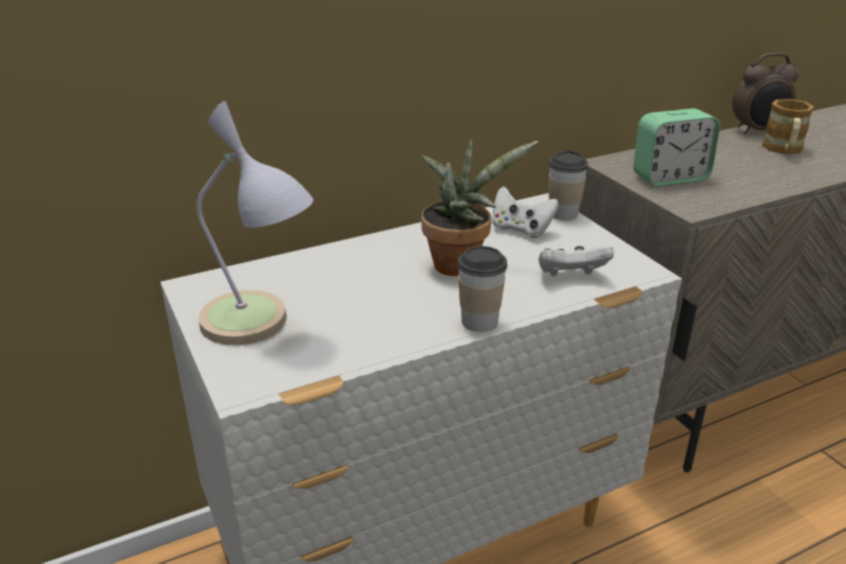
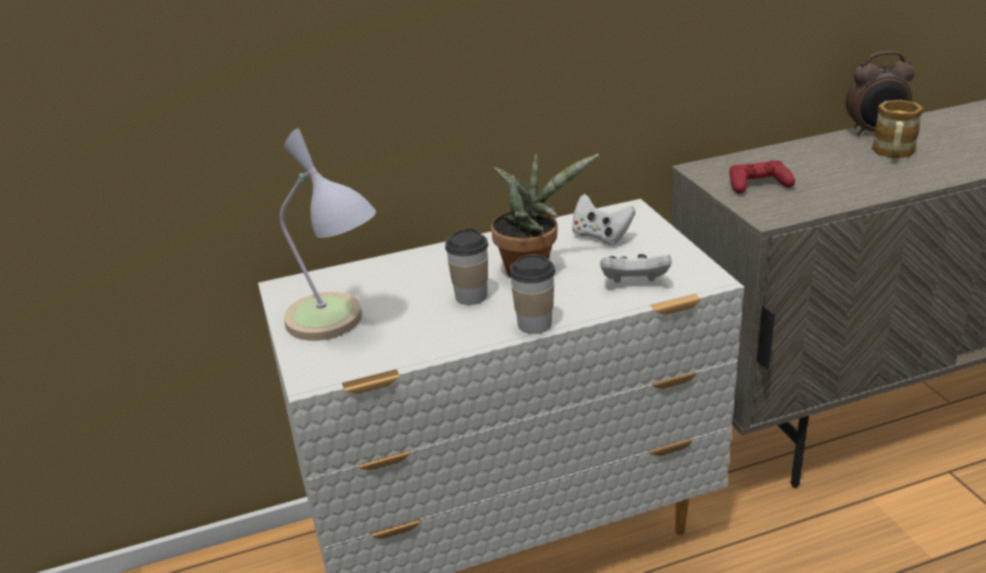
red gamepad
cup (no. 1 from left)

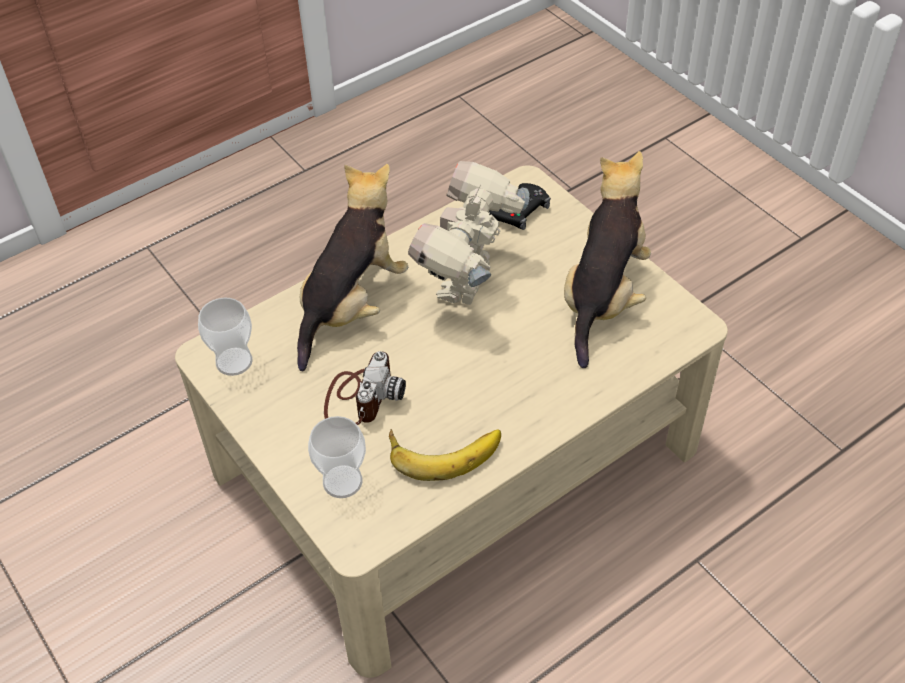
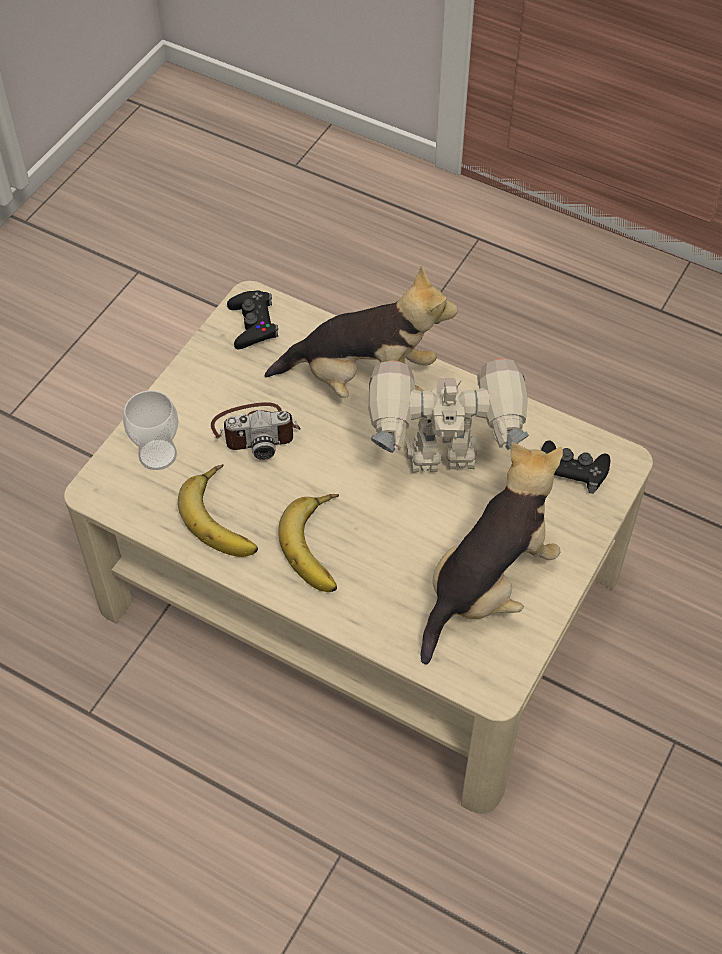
cuddly toy (no. 2 from left)
black-coloured gamepad (no. 1 from left)
banana fruit (no. 2 from left)

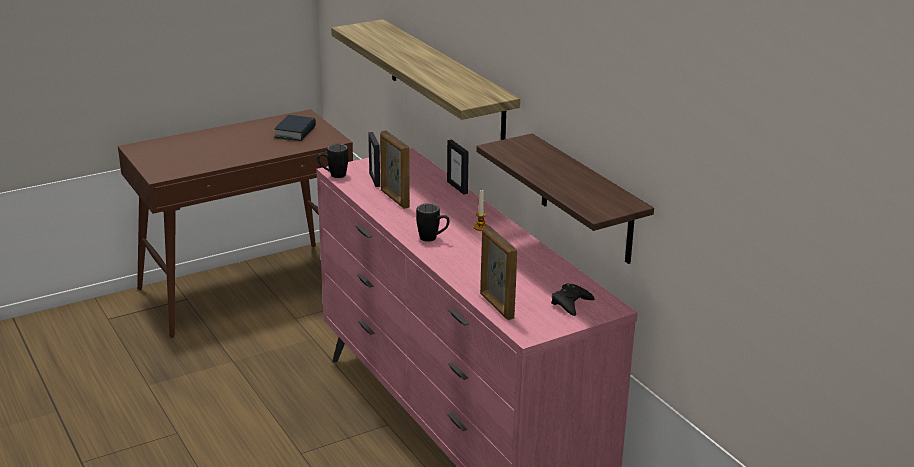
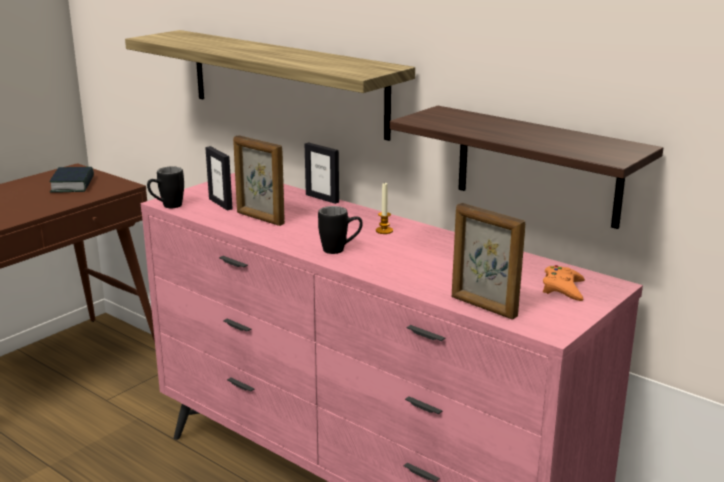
orange gamepad

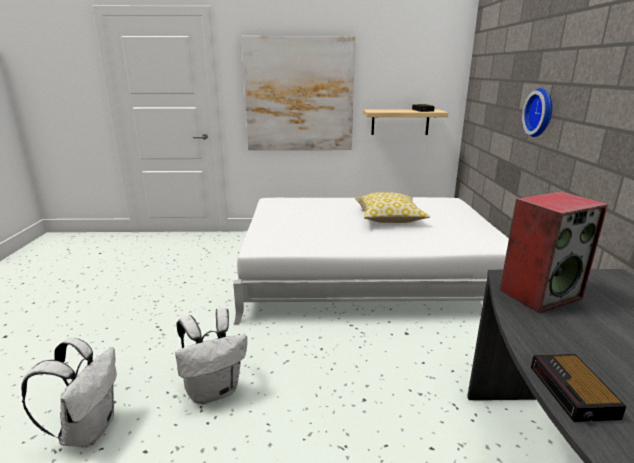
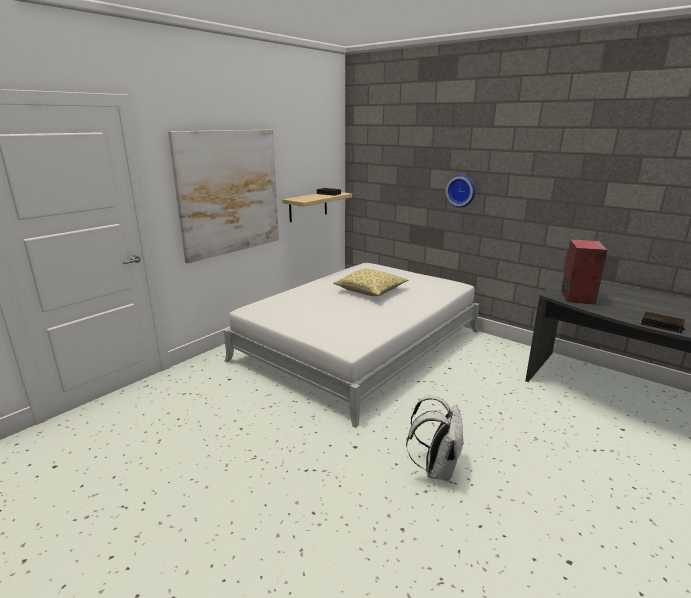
white-coloured knapsack (no. 1 from left in the first image)

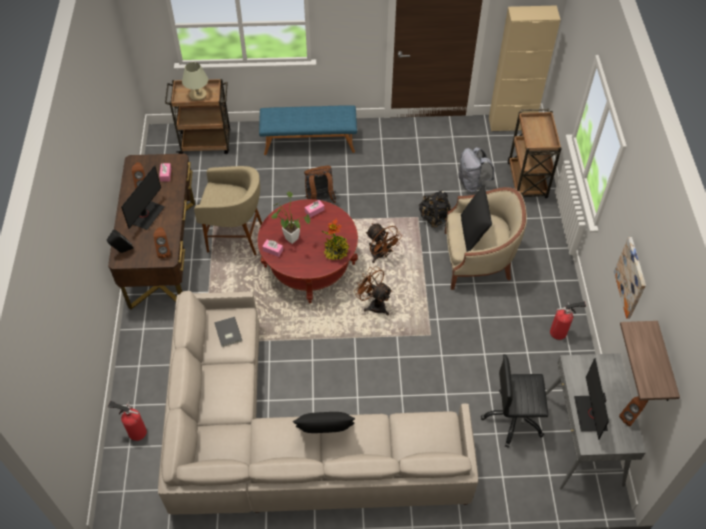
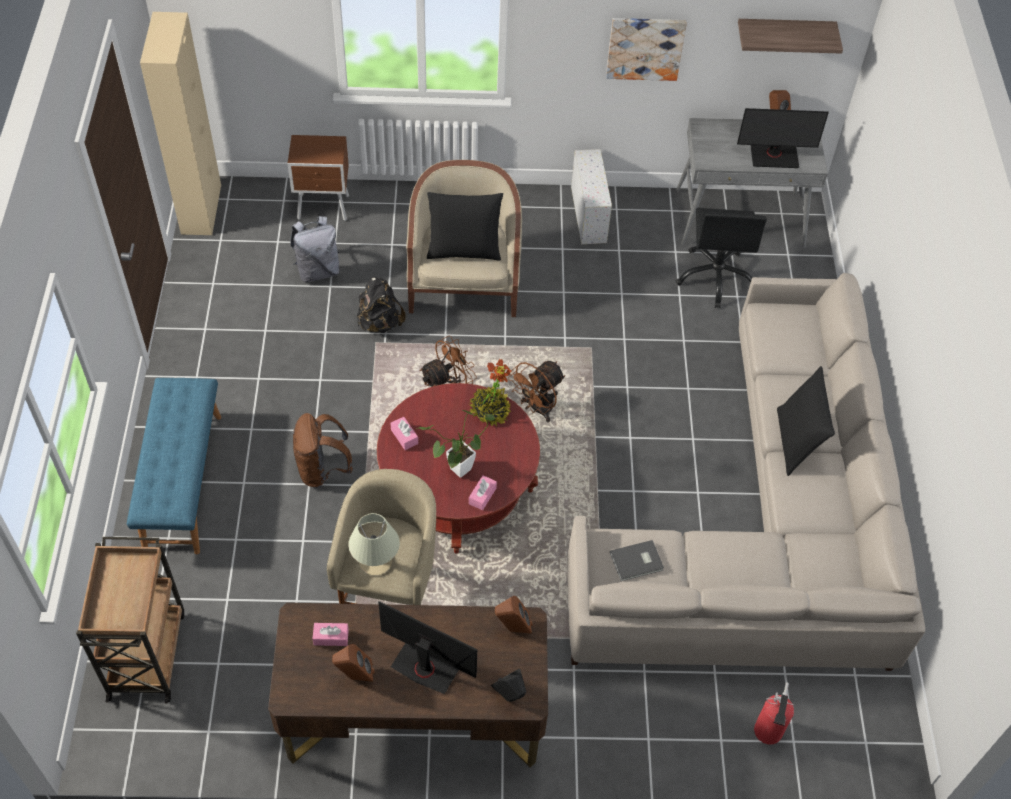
beige tabletop lamp
brownish bedside table
white-coloured storage box

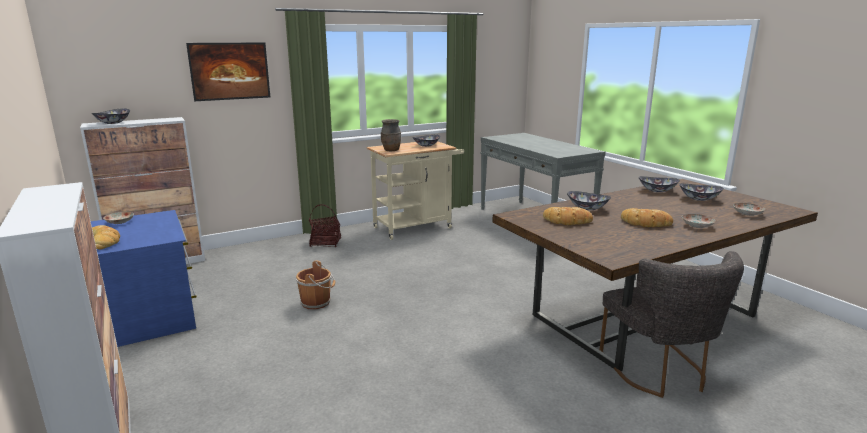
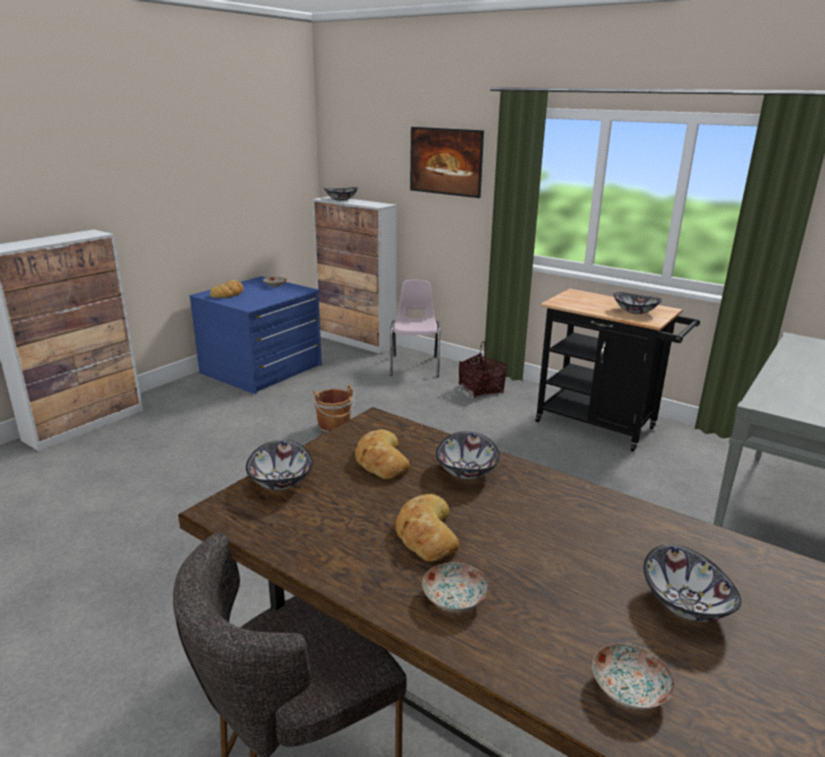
brownish flower vase
black-coloured cart
deep dish (no. 1 from left)
pink upright chair

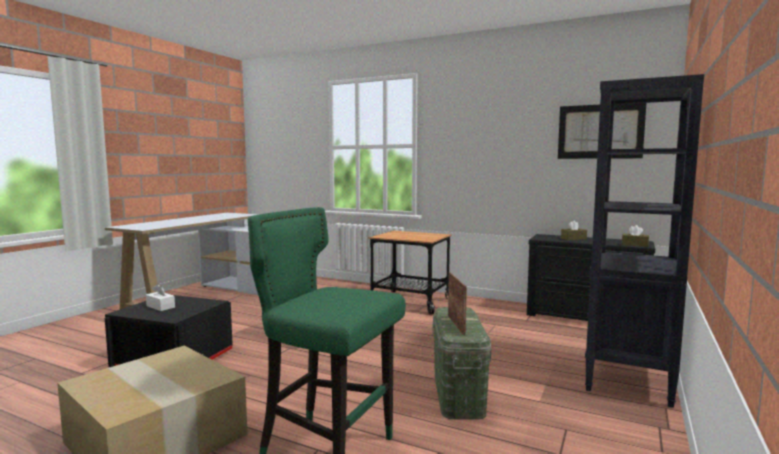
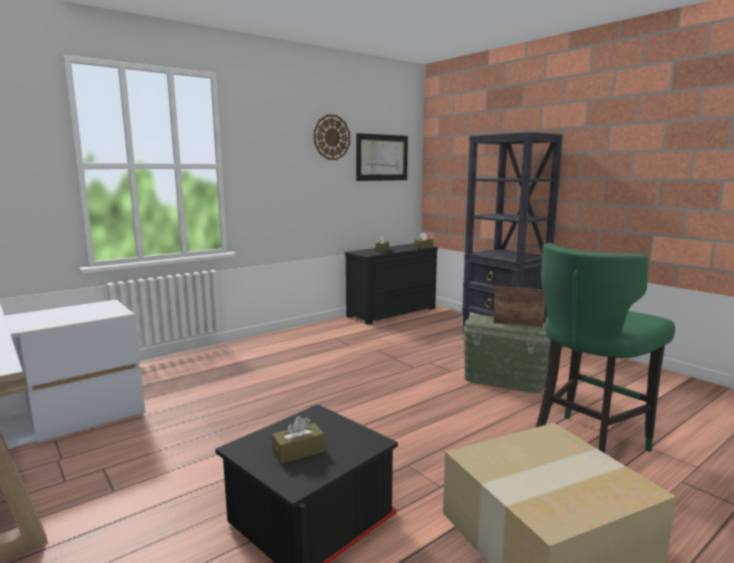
cart
brownish tissue holder (no. 1 from left)
clock on the wall

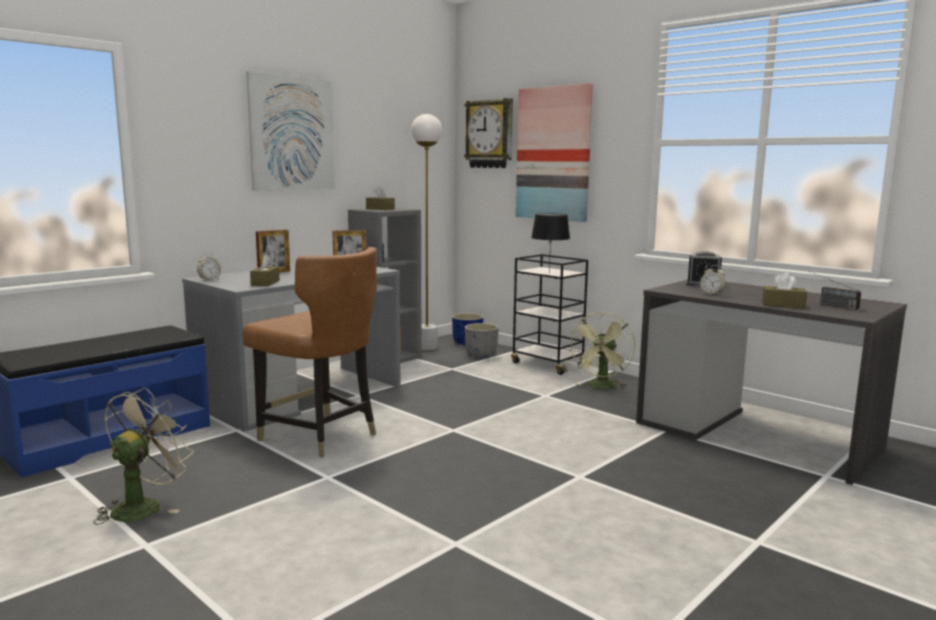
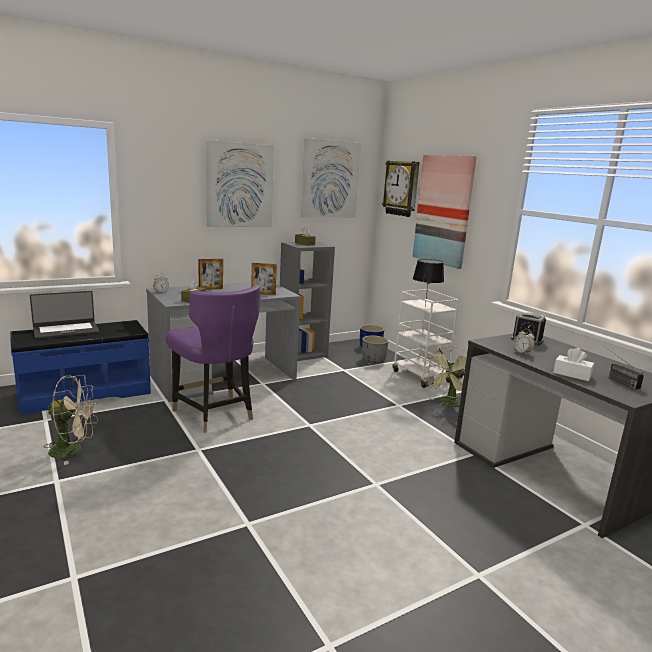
white-coloured standard lamp
purple-coloured upright chair
white-coloured cart
white-coloured tissue holder
beige cooling fan
picture (no. 2 from left)
notebook computer

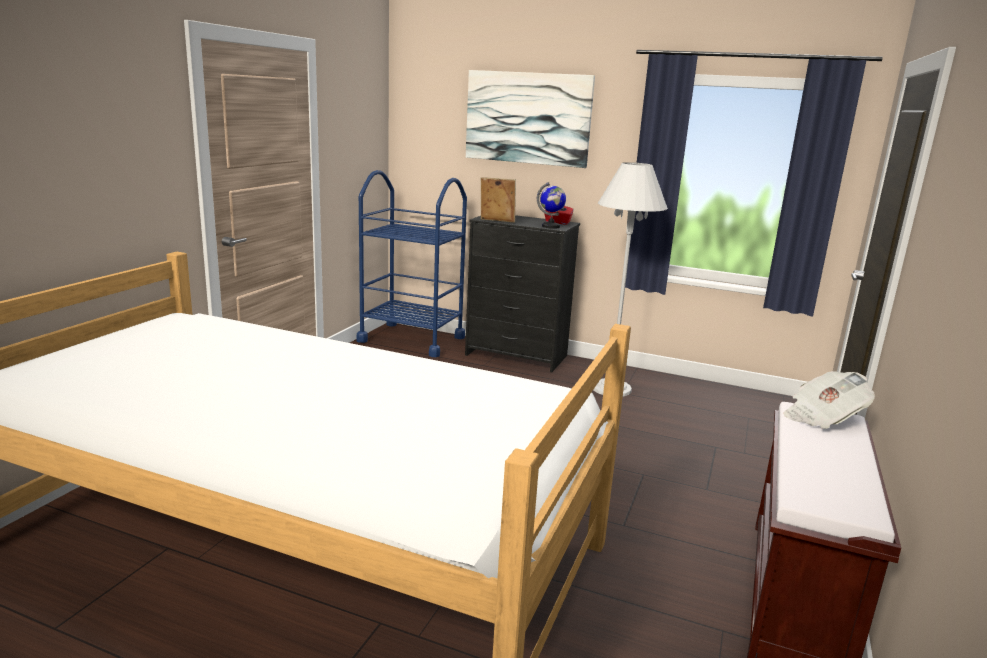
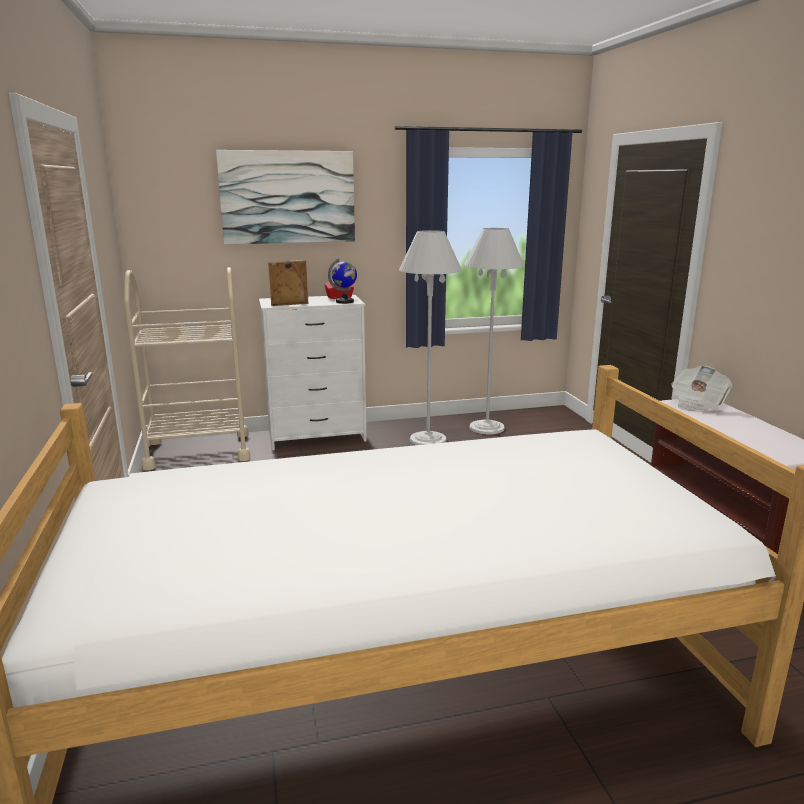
beige cart
white-coloured dresser
white-coloured standard lamp (no. 2 from left)

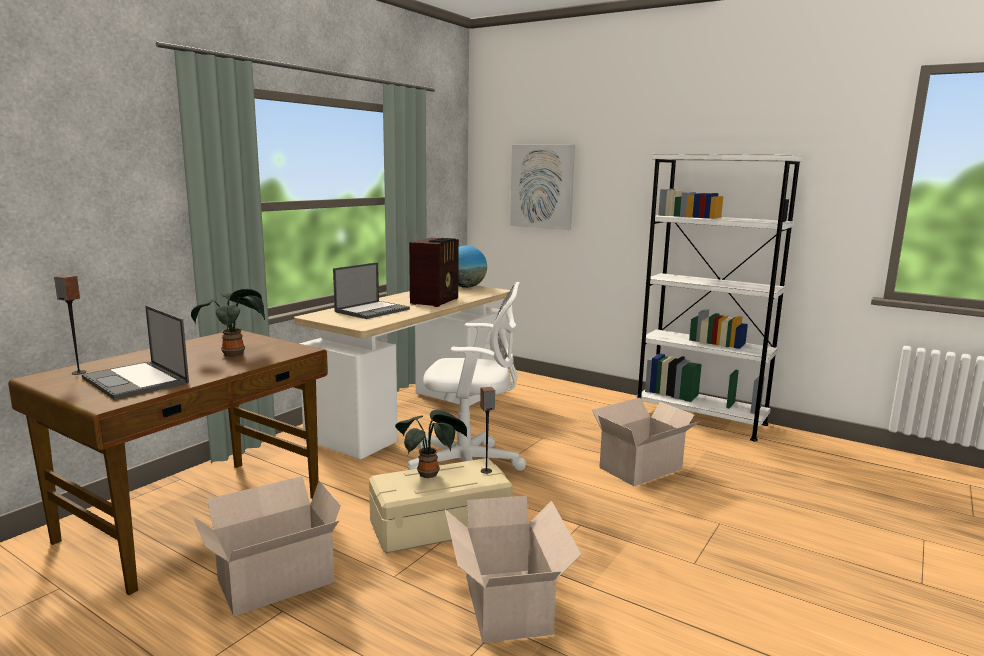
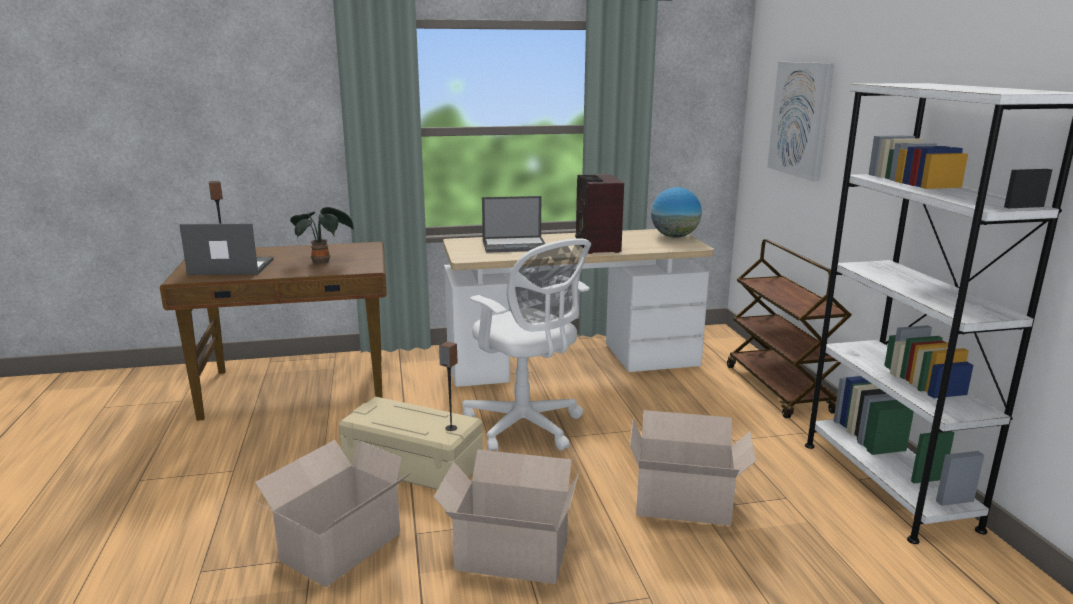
radio set
notebook computer (no. 1 from left)
potted plant (no. 2 from left in the first image)
packing box (no. 2 from left)
brownish cart

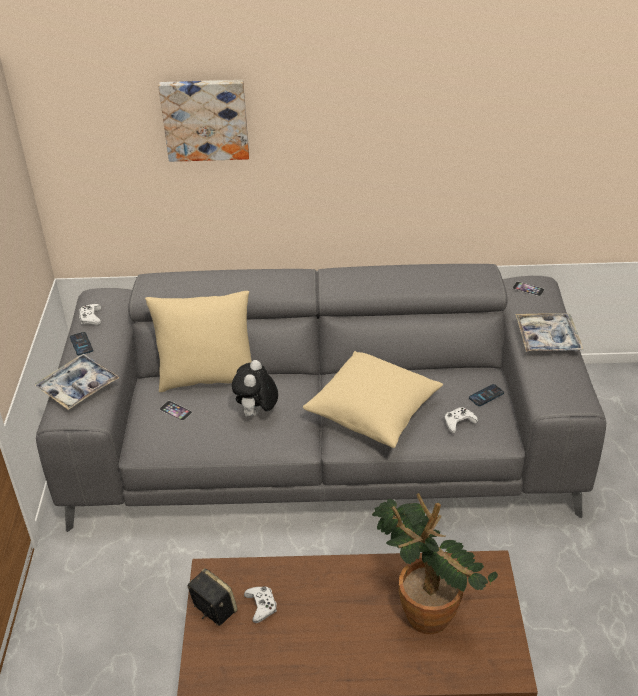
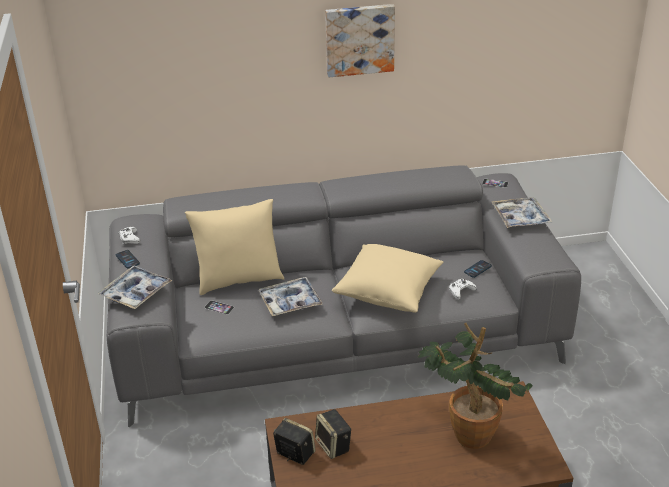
picture
serving tray (no. 2 from left)
loudspeaker (no. 2 from left)

